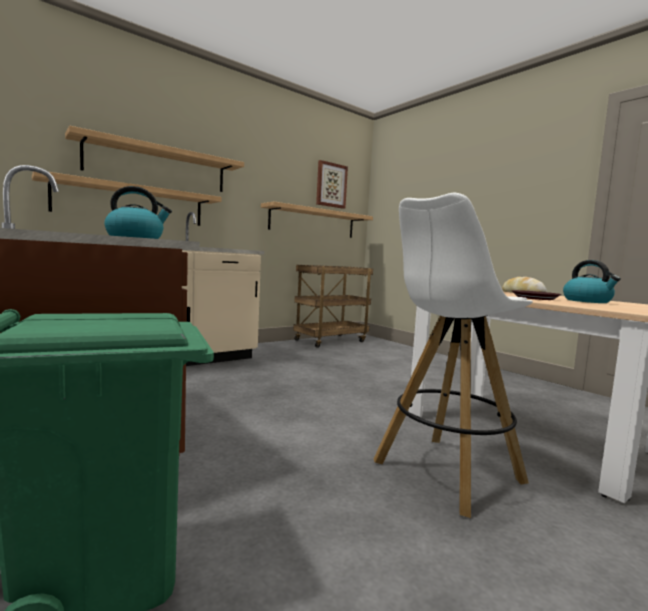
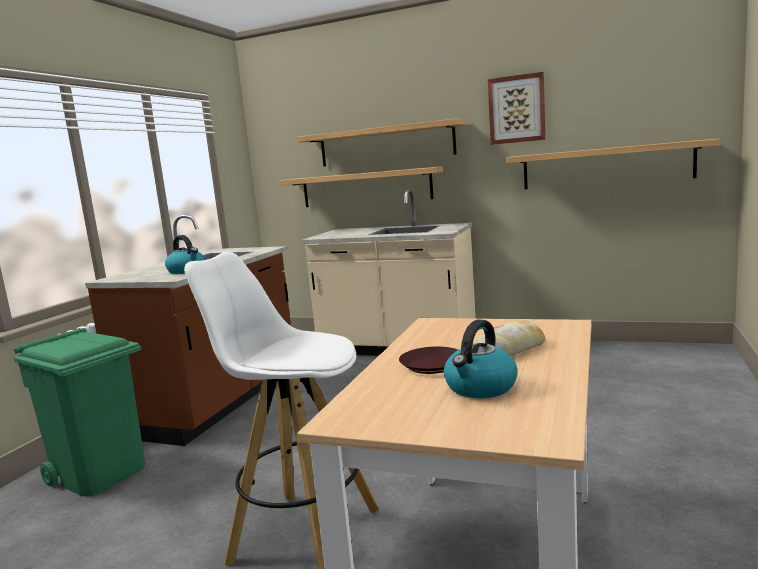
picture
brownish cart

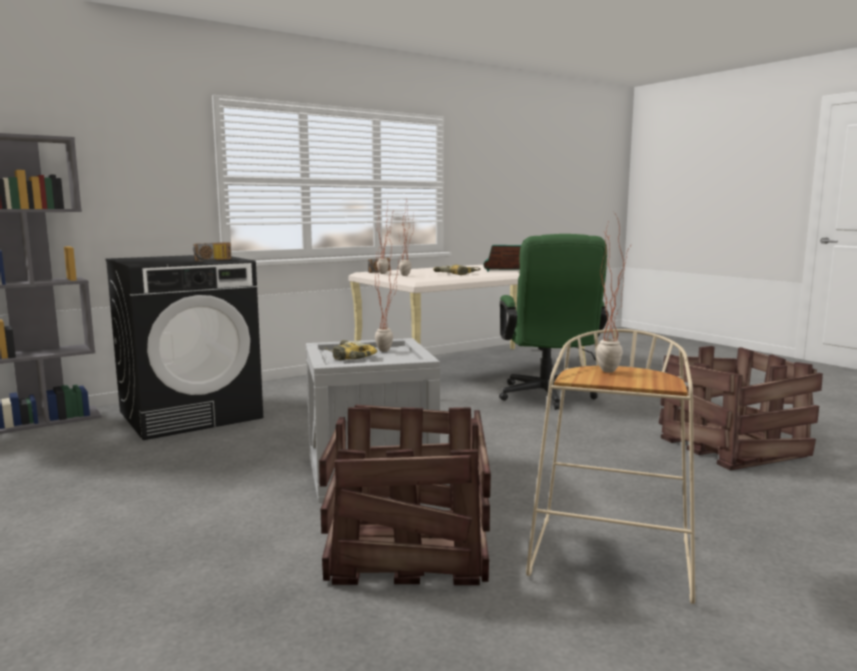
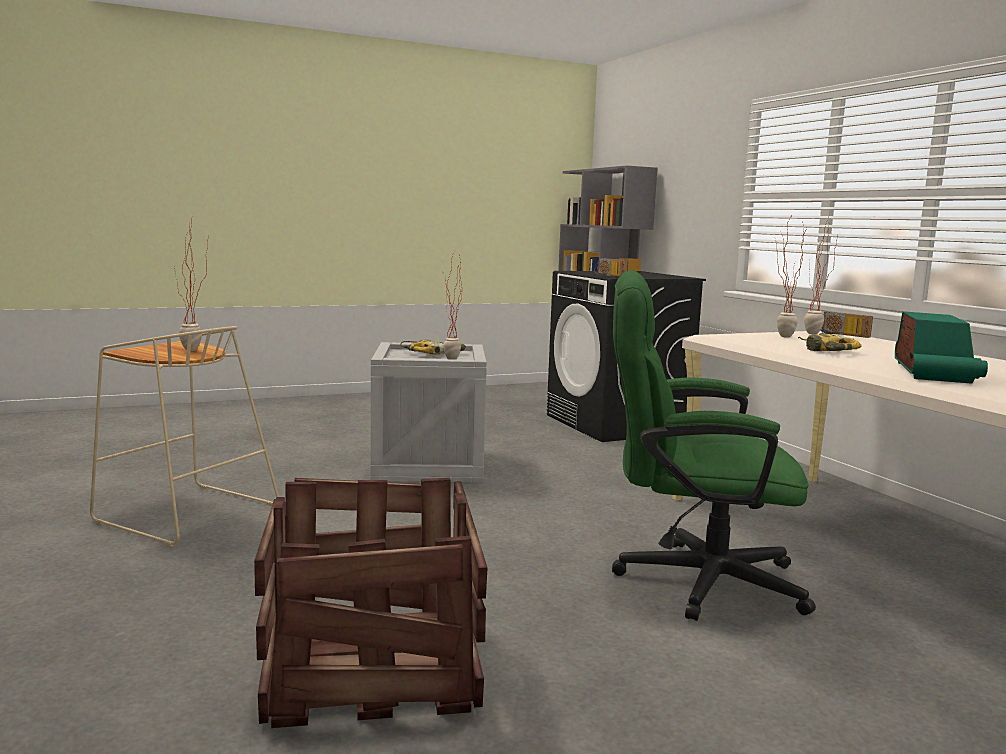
crate (no. 2 from left in the first image)

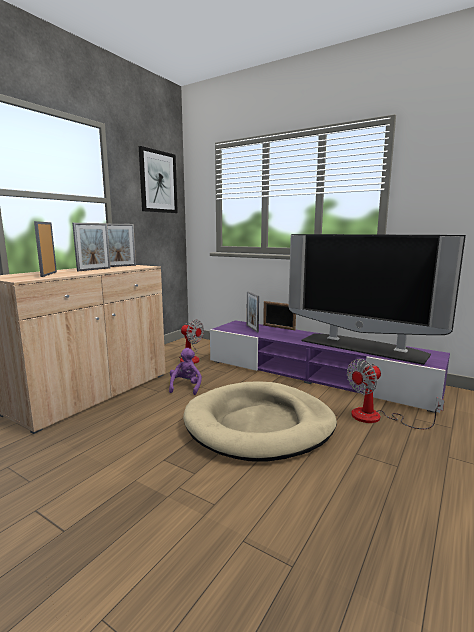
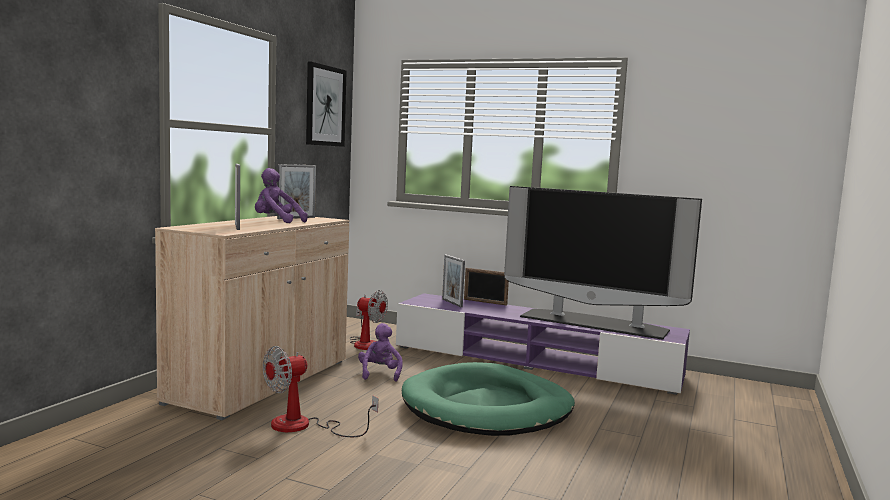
purple-coloured cuddly toy (no. 1 from left)
cooling fan (no. 1 from left)
green dog bed

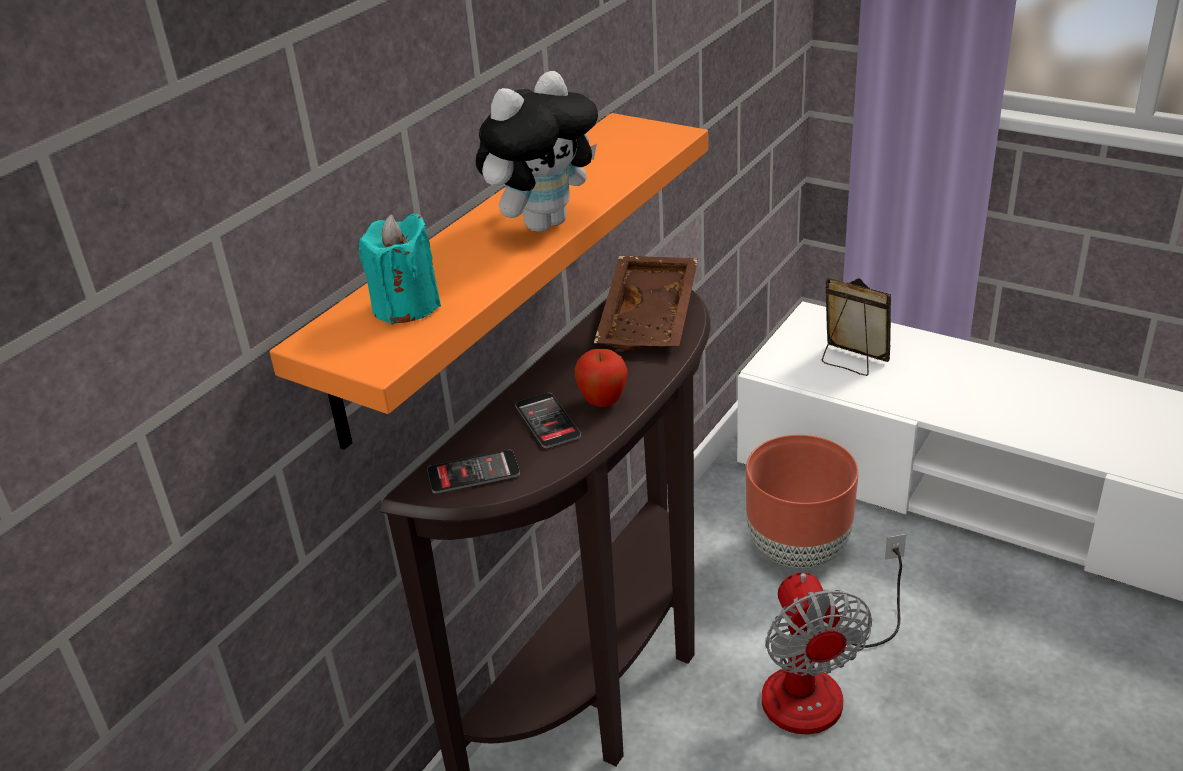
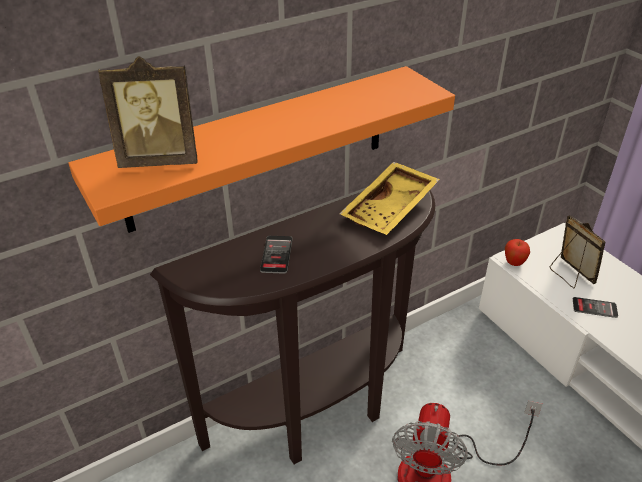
cuddly toy
picture frame (no. 1 from left)
yellowish serving tray
whole apple
brownish plant pot
phone (no. 2 from left)

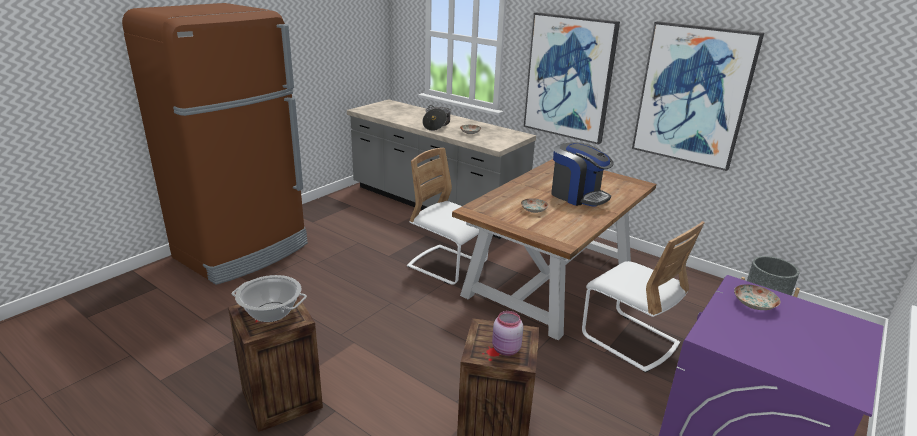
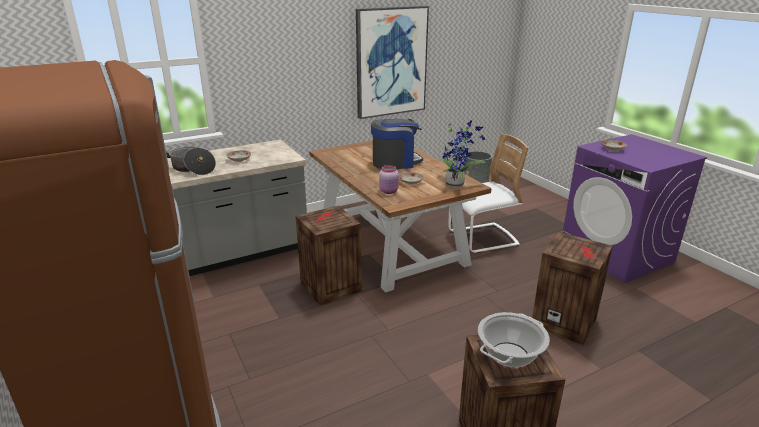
picture (no. 1 from left in the first image)
crate (no. 1 from left)
pink jar
potted plant

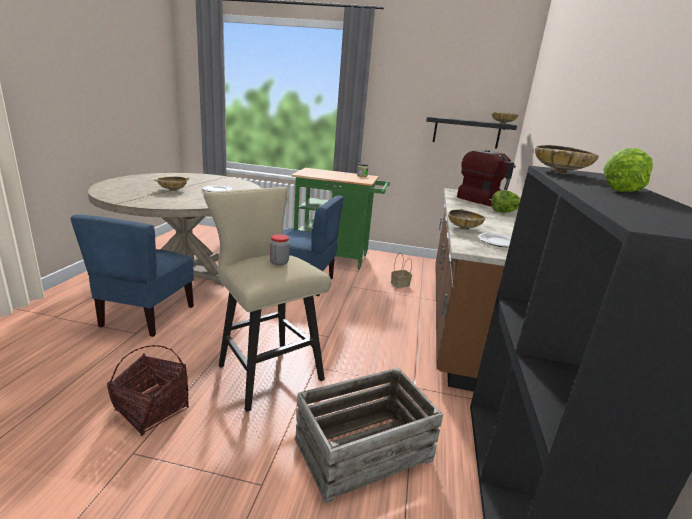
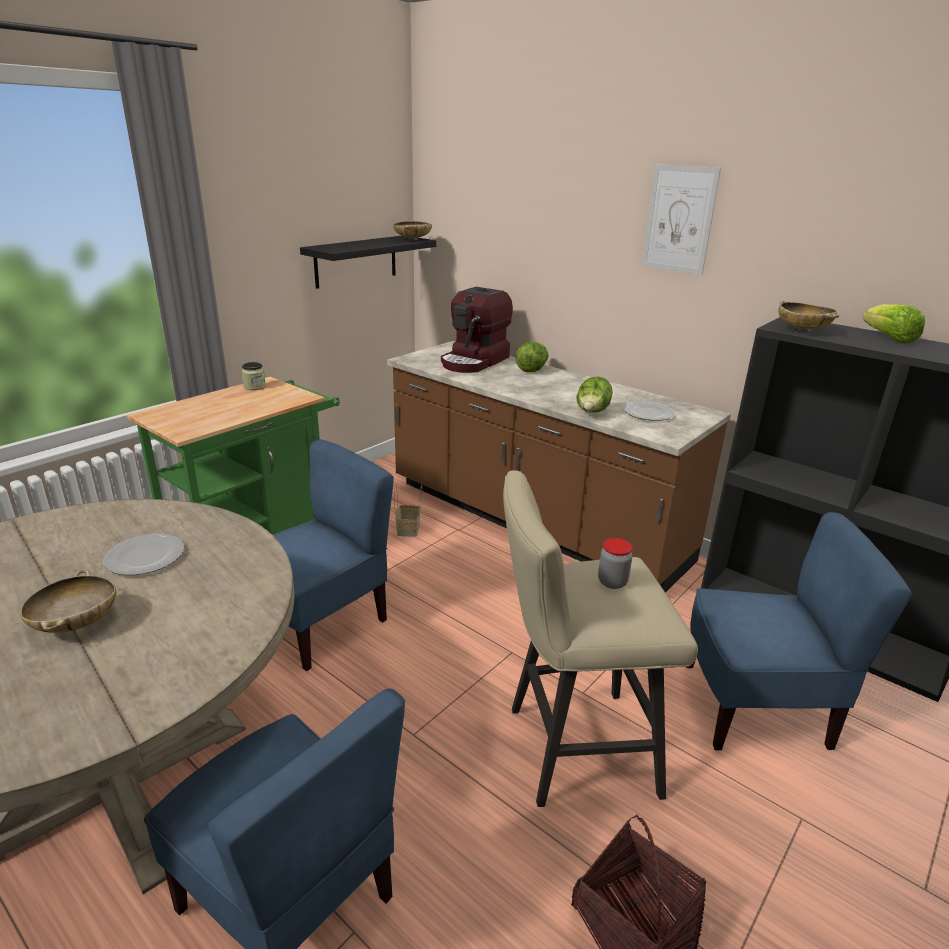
coffee machine
lettuce head (no. 2 from left)
bluish upright chair (no. 3 from left)
picture

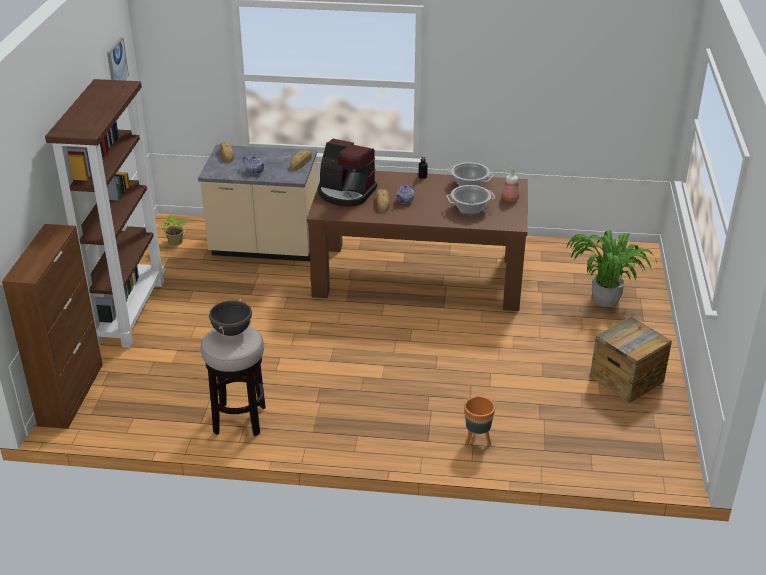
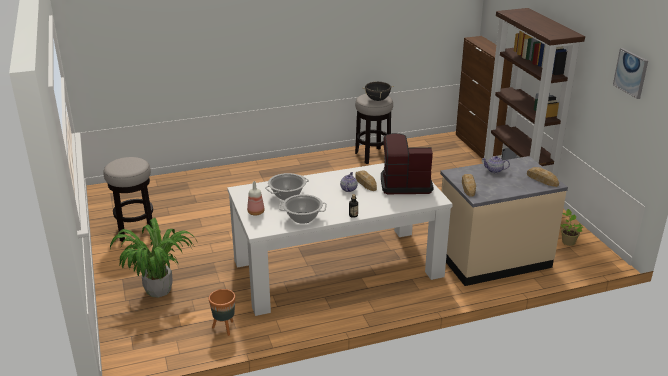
white-coloured dining table
stool (no. 1 from left)
orange plant pot

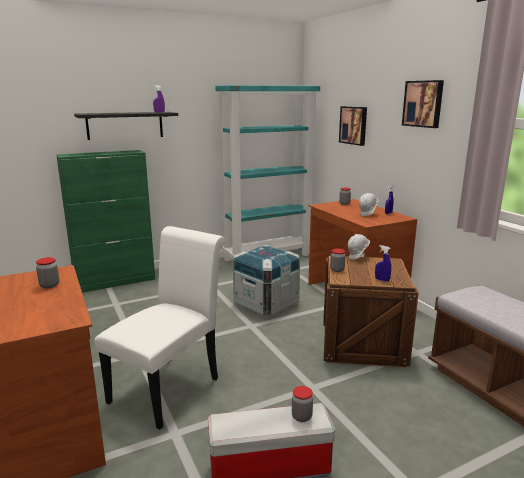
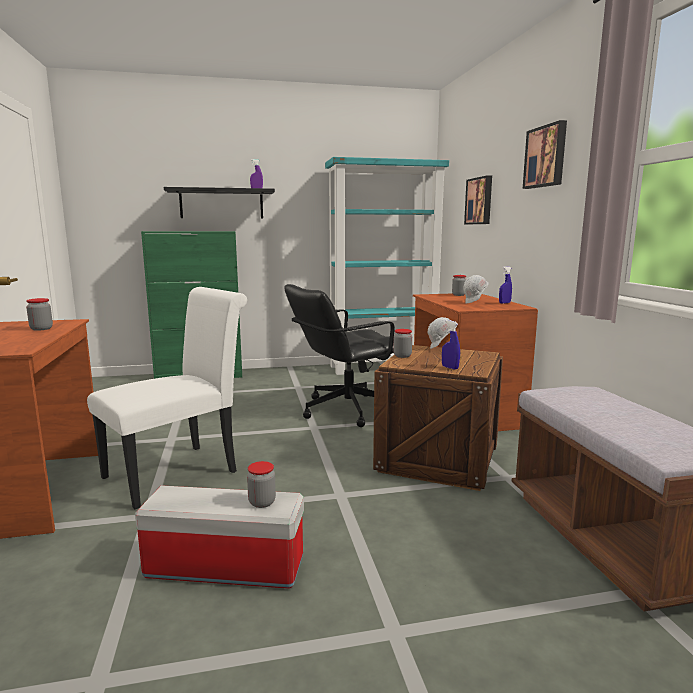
black-coloured office chair

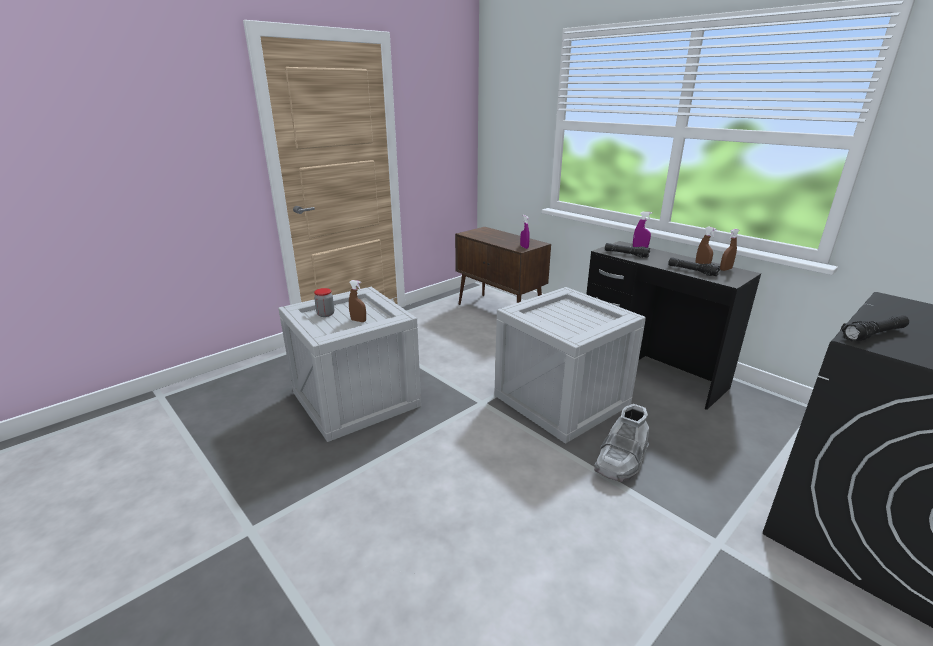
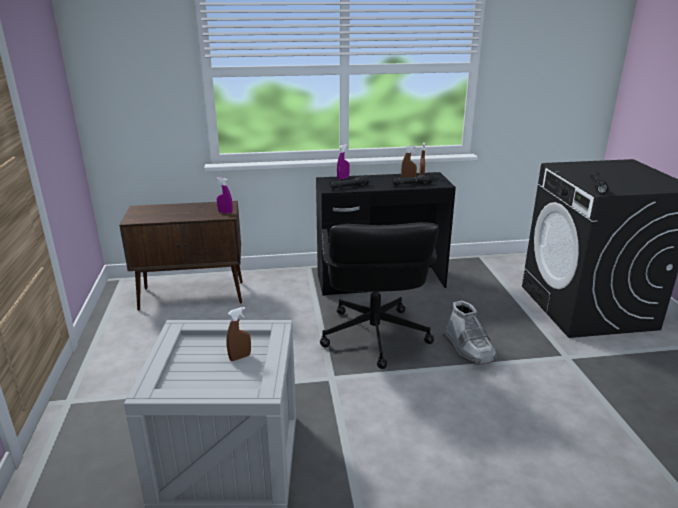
black-coloured office chair
jar

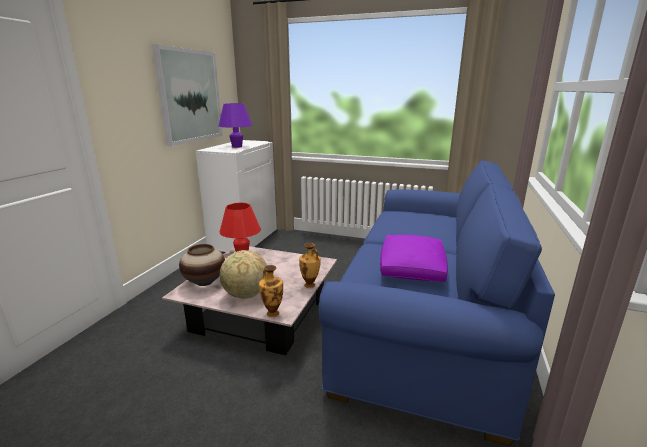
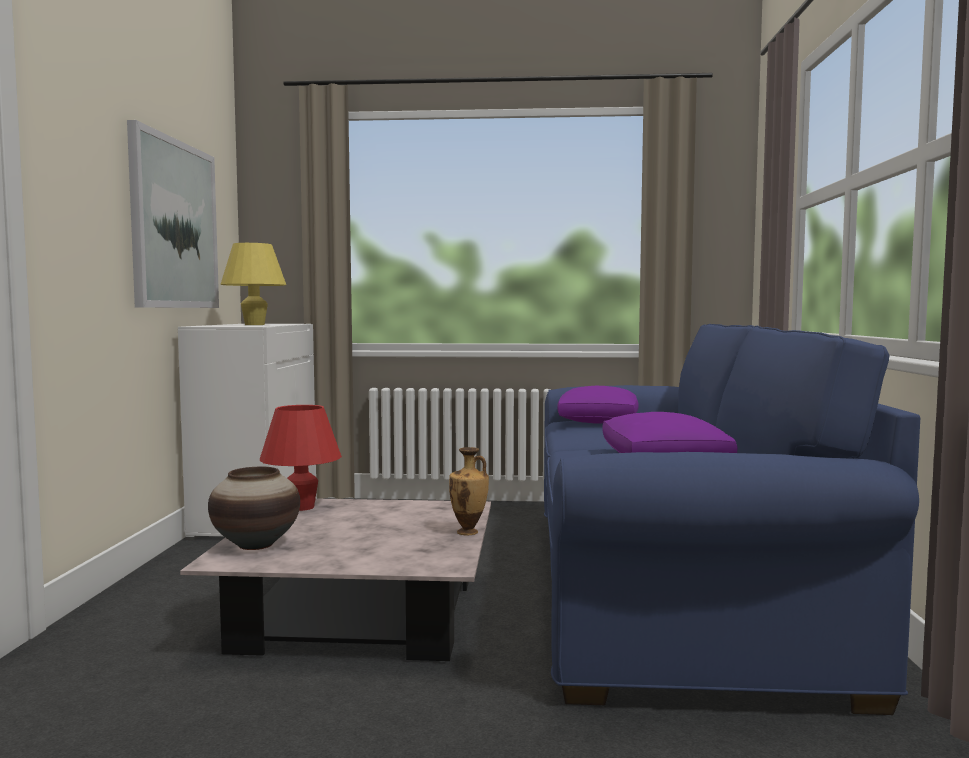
yellowish tabletop lamp
globe
flower vase (no. 2 from left in the first image)
purple-coloured cushion (no. 1 from left)

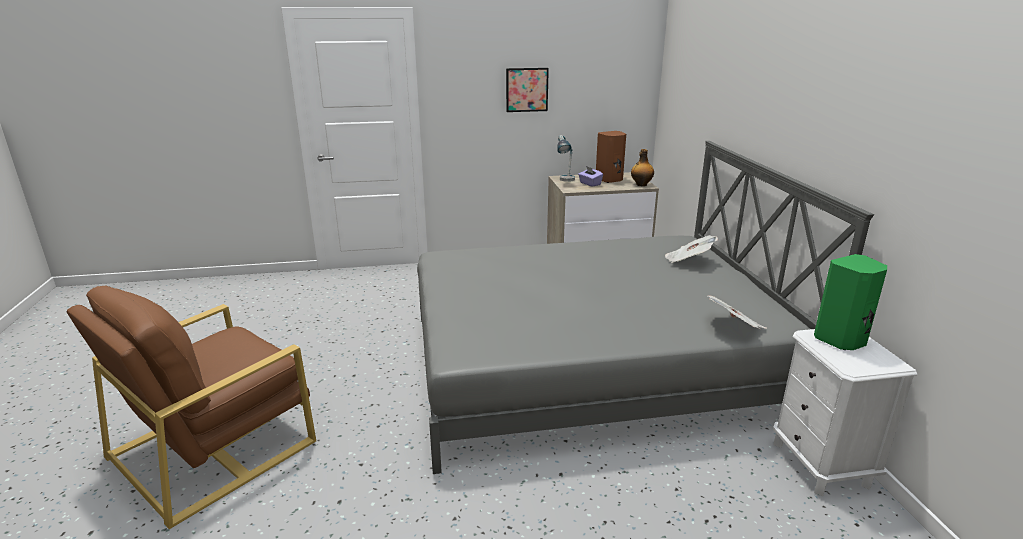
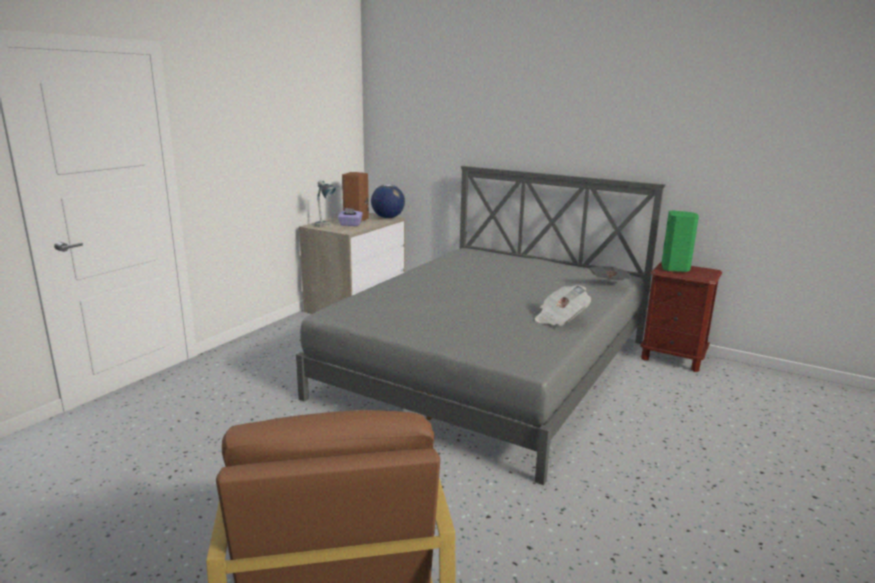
picture
globe
newspaper (no. 1 from left)
brownish bedside table

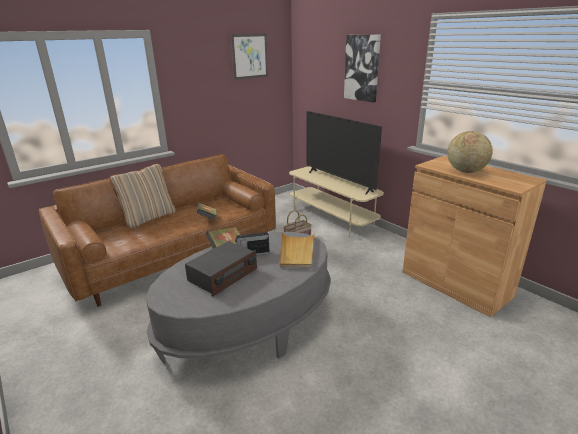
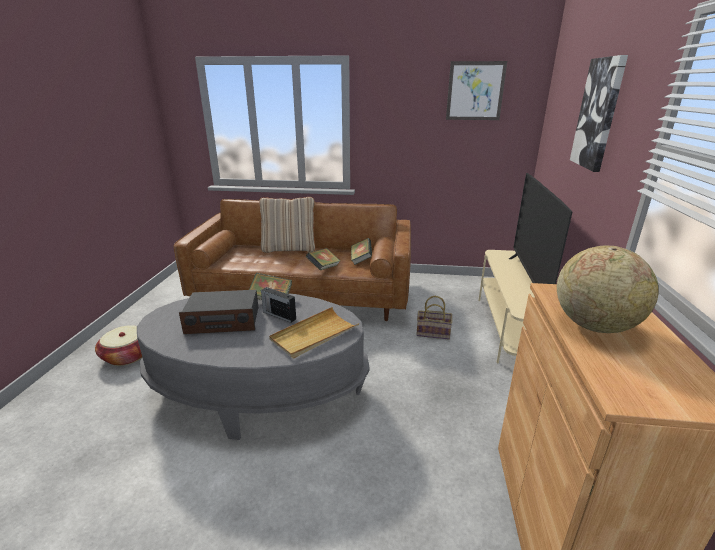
book (no. 3 from left)
storage basket (no. 1 from left)

